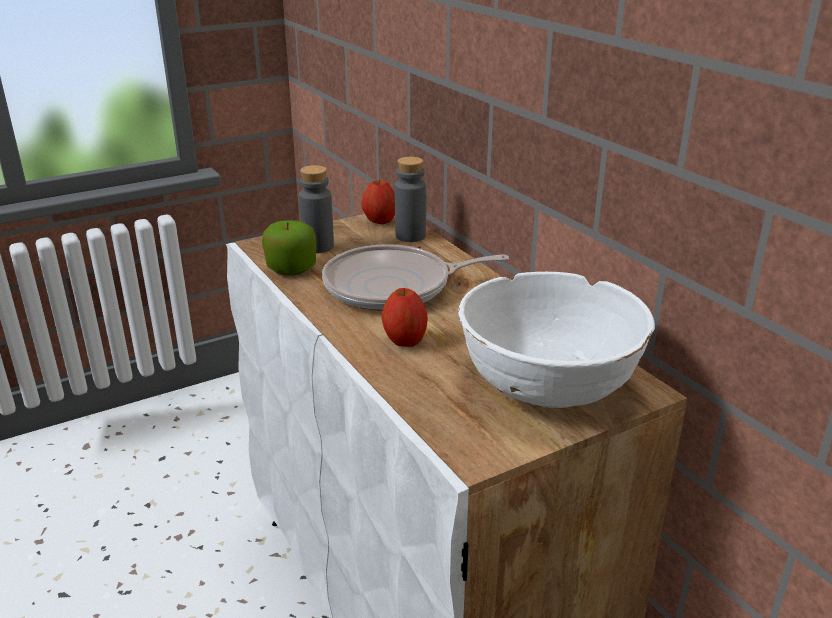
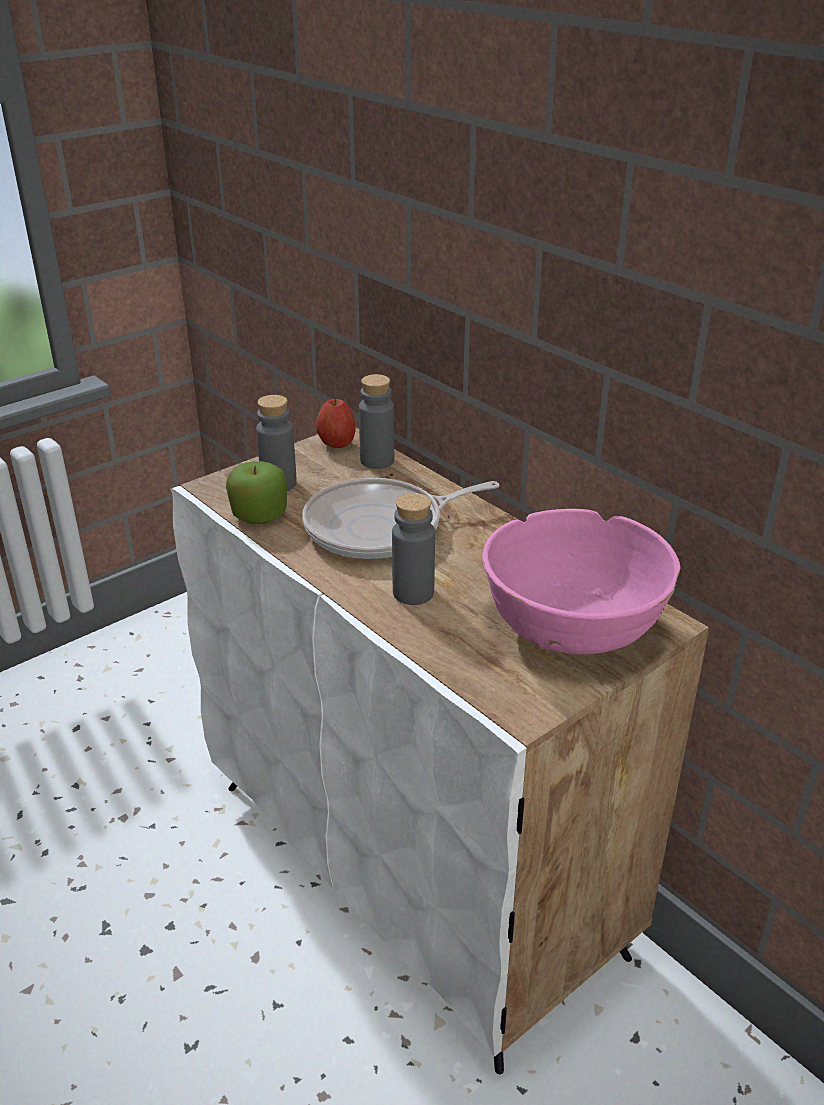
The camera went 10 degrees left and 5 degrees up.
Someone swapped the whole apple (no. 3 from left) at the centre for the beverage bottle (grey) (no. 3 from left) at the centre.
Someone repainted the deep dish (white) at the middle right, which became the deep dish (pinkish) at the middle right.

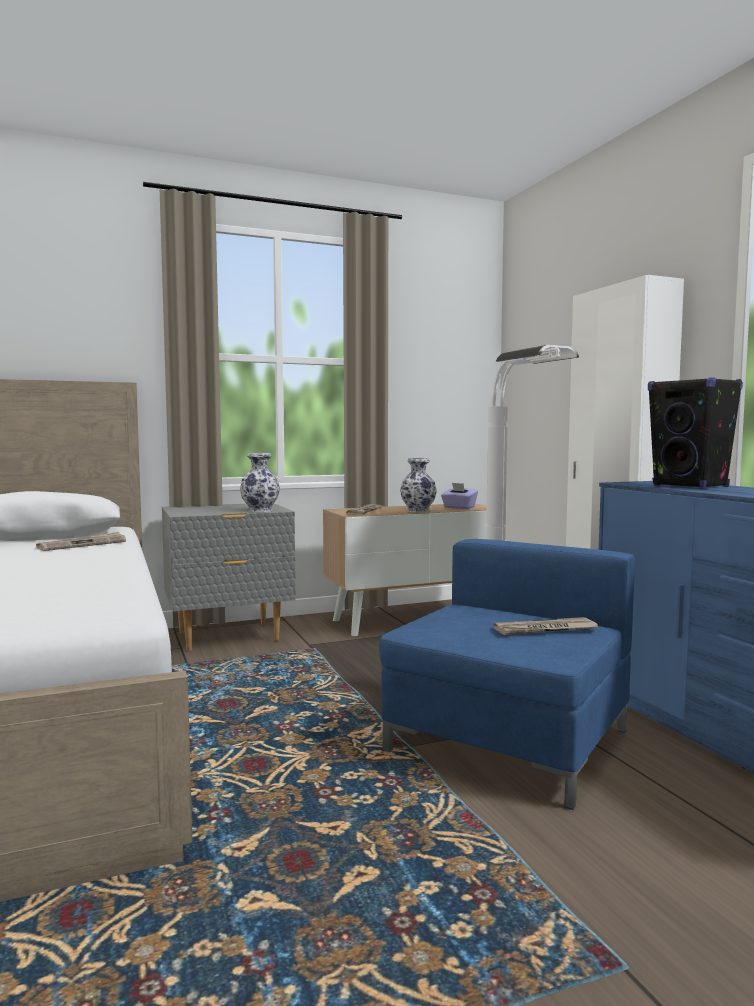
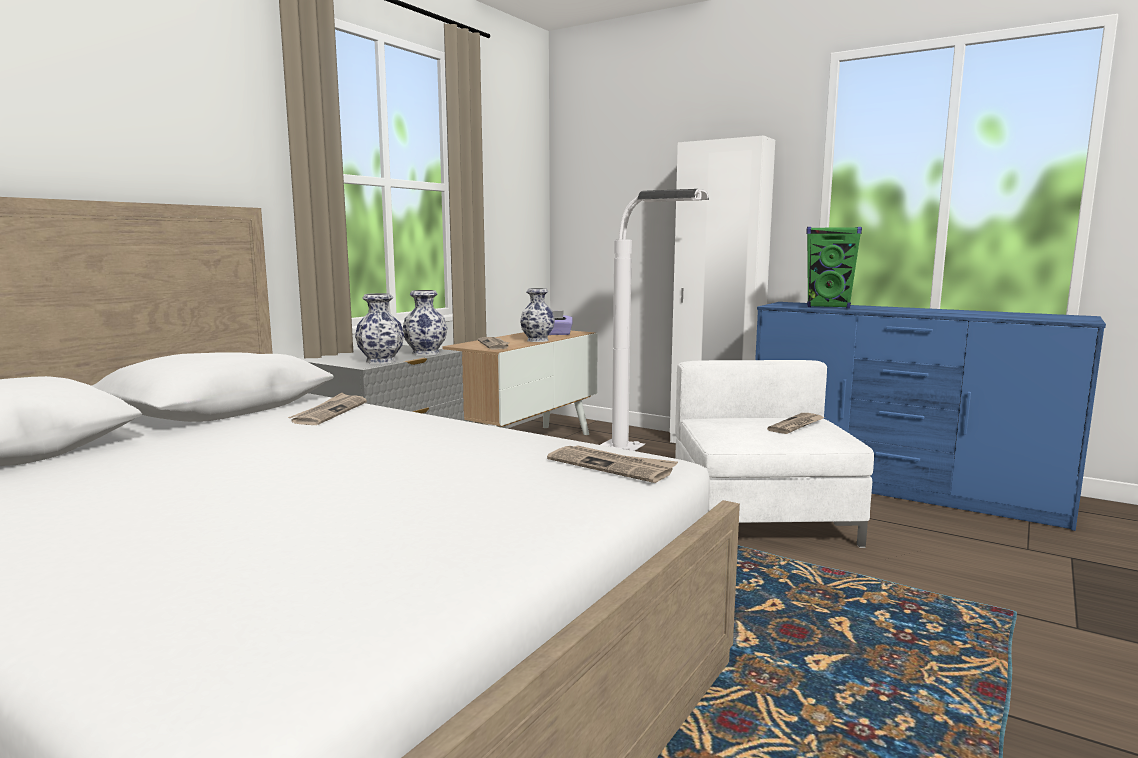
The camera went 35 degrees left and 5 degrees up.
Someone put down the vase (no. 1 from left) at the middle left.
Someone put down the printed paper (no. 3 from left) at the centre.
Someone repainted the easy chair (blue-coloured) at the bottom right, which became the easy chair (white) at the middle right.
Someone repainted the speaker (black-coloured) at the middle right, which became the speaker (green-coloured) at the middle right.

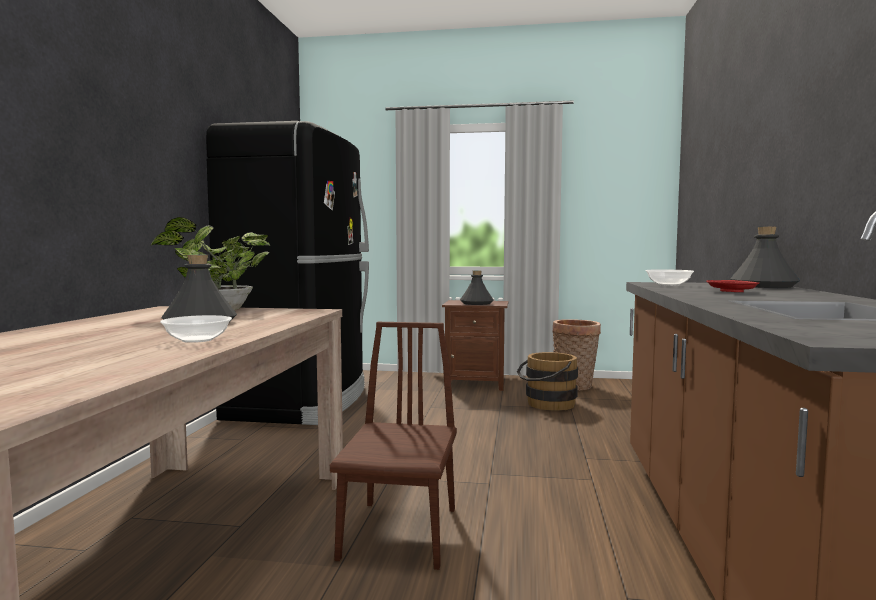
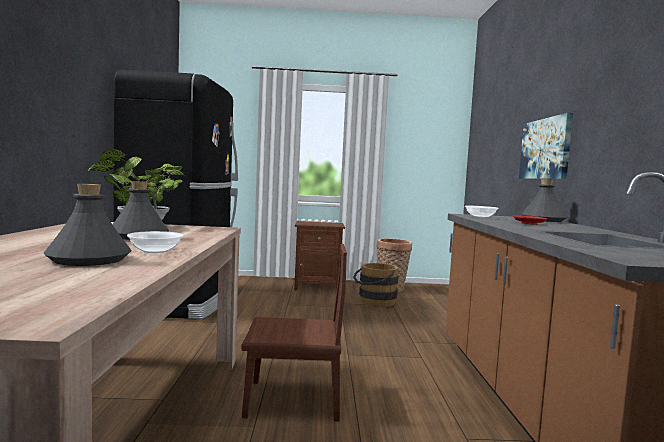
The camera went 10 degrees left and 0 degrees up.
Someone put up the wall art at the top right.
Someone carried the beverage bottle (grey) (no. 2 from left in the first image) from the centre to the middle left.
Someone rotated the upright chair (brownish) at the bottom centre by 90 degrees clockwise.

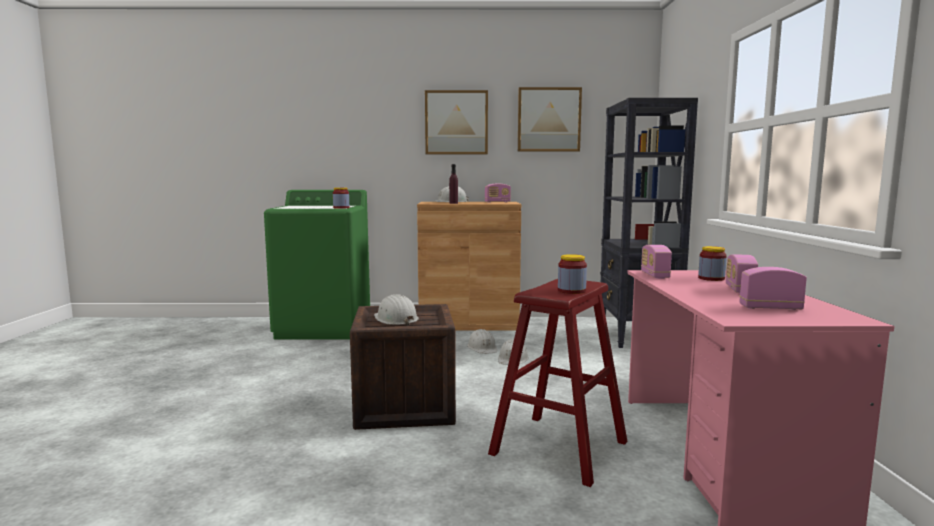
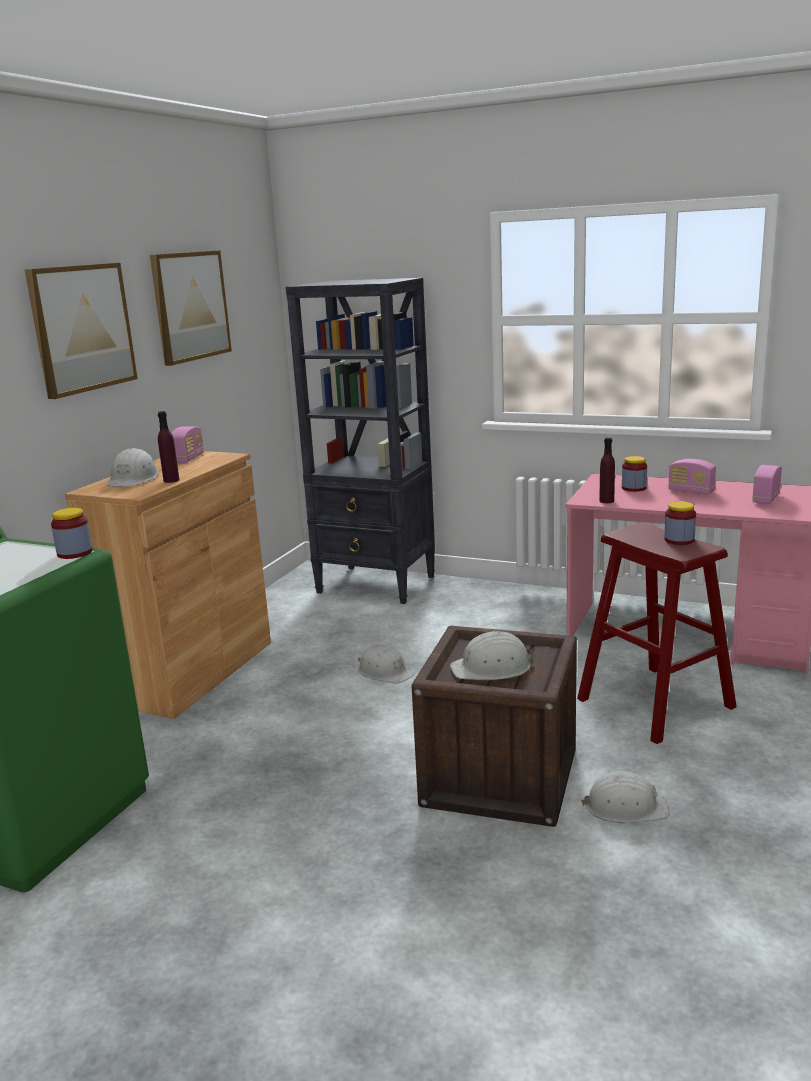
The camera went 65 degrees left and 10 degrees up.
Someone carried the hard hat (white) (no. 3 from left in the first image) from the centre to the bottom right.
Someone swapped the radio (no. 2 from left) at the middle right for the beverage bottle (purple) (no. 2 from left) at the middle right.

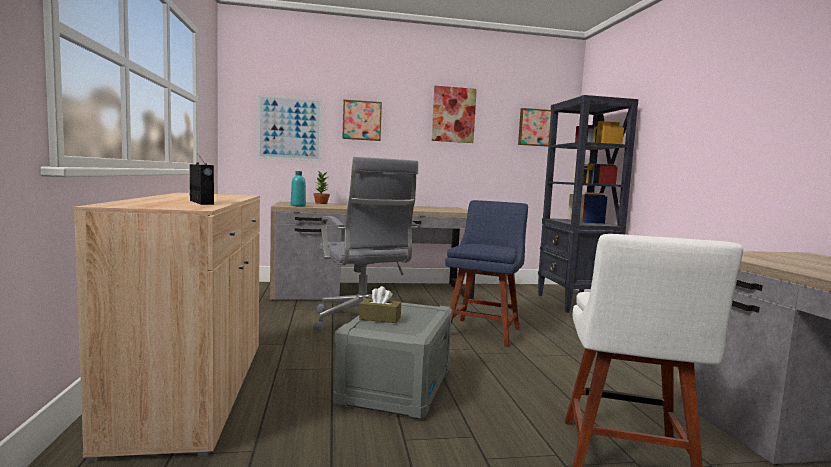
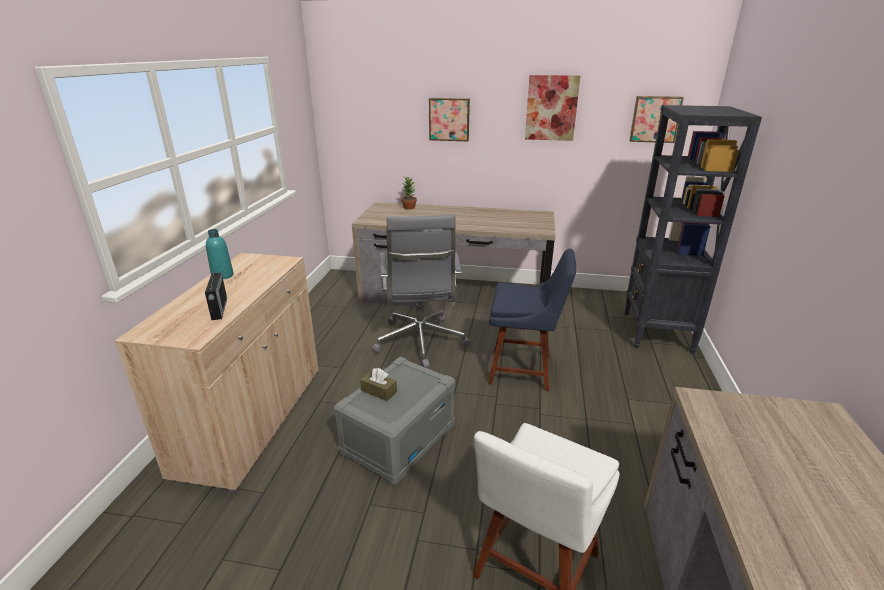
The camera went 20 degrees right and 20 degrees up.
Someone took away the wall art (no. 1 from left) at the top centre.
Someone carried the beverage bottle (blue-green) from the centre to the middle left.
Someone rotated the upright chair (blue-coloured) at the centre by 60 degrees clockwise.

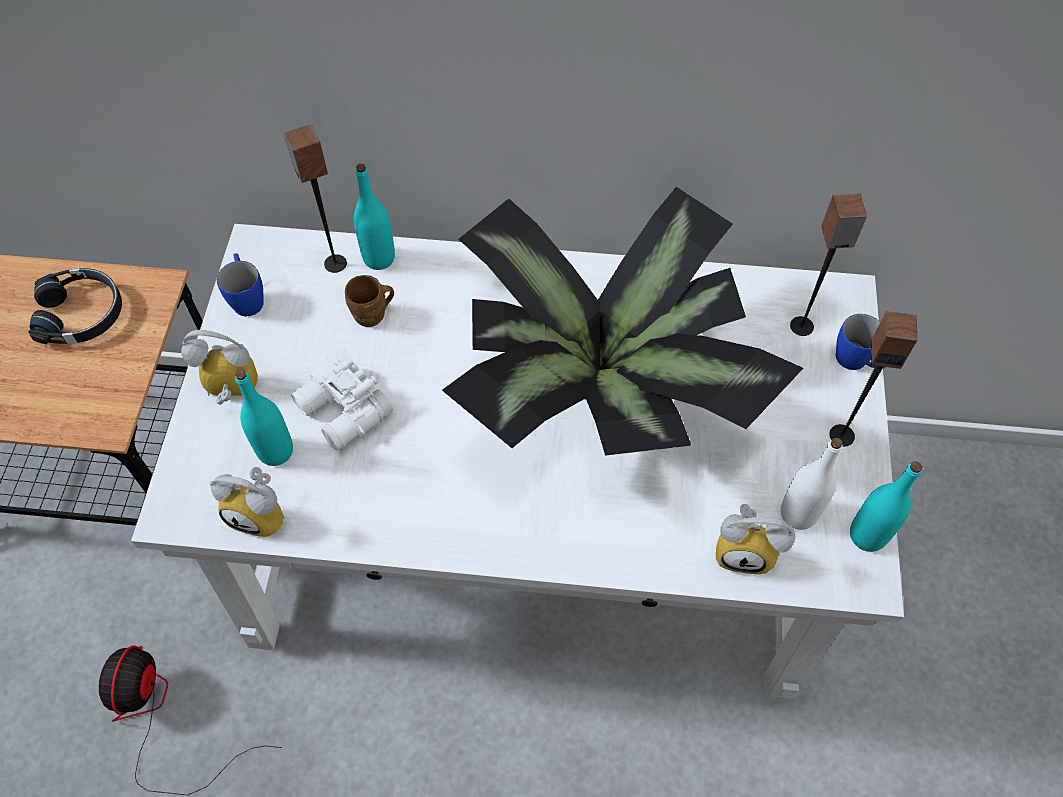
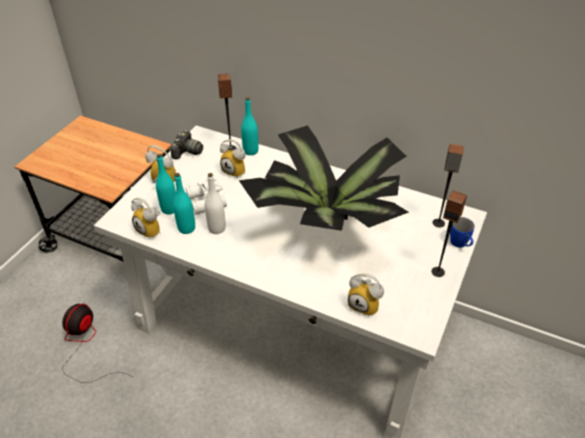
The camera went 20 degrees right and 15 degrees down.
Someone took away the headphones (black-coloured) at the middle left.
Someone carried the beverage bottle (white) from the middle right to the centre.
Someone carried the beverage bottle (blue-green) (no. 3 from left in the first image) from the middle right to the middle left.
Someone swapped the coffee mug (blue-coloured) (no. 1 from left) at the middle left for the photo camera at the top left.
Someone swapped the coffee mug (brownish) at the centre for the table clock (no. 3 from left) at the centre.

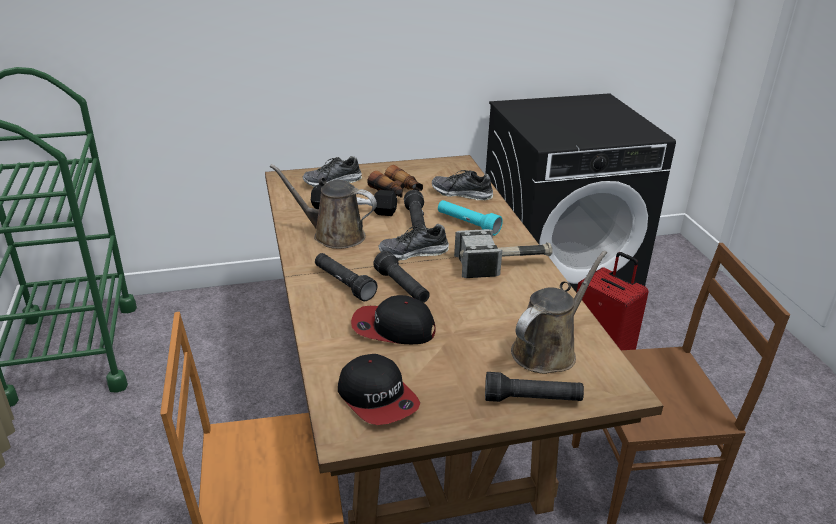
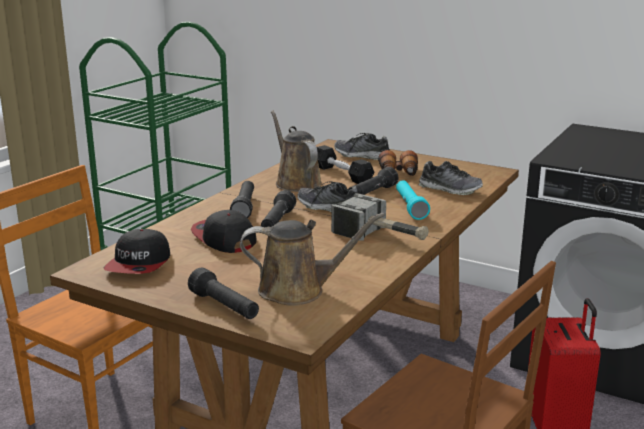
The camera went 45 degrees right and 10 degrees down.
Someone rotated the shoe (no. 3 from left) at the centre by 150 degrees clockwise.

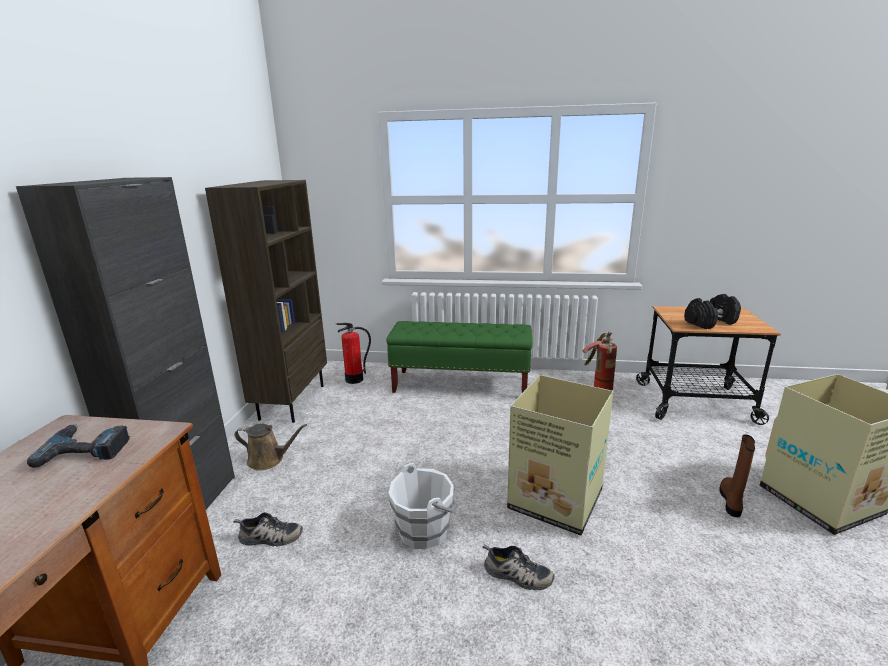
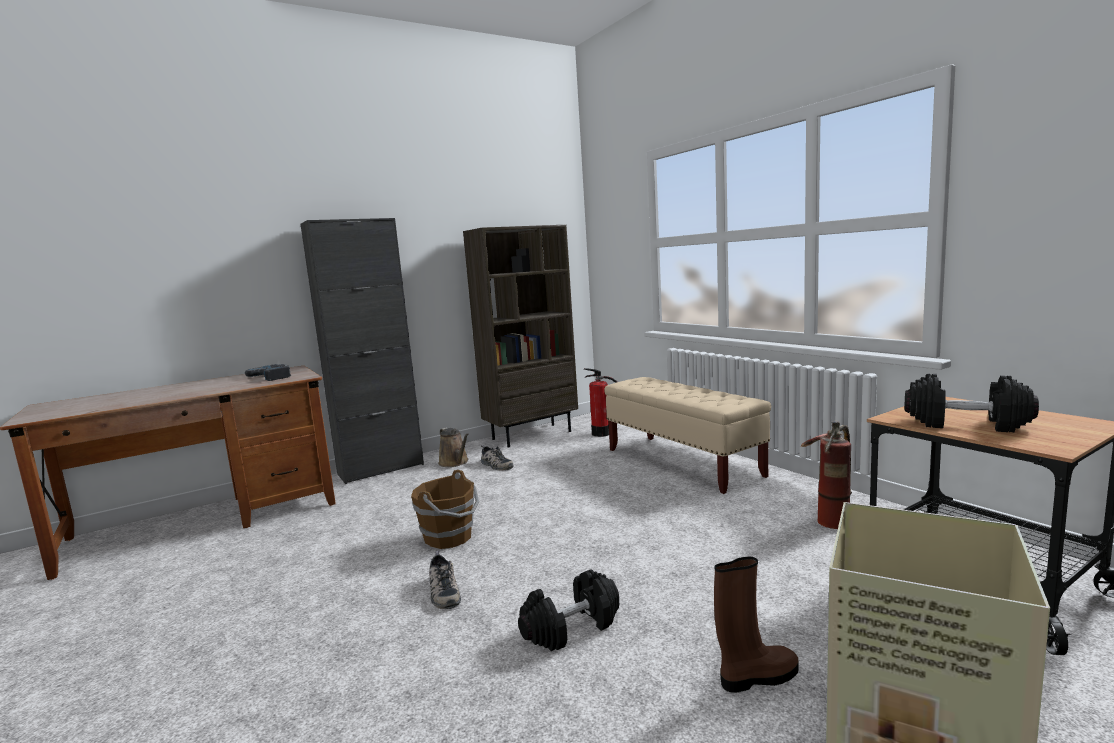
The camera went 50 degrees right and 10 degrees down.
Someone took away the packing box (no. 1 from left) at the bottom centre.
Someone put down the hand weight (black-coloured) (no. 1 from left) at the bottom centre.
Someone carried the shoe (no. 1 from left in the first image) from the bottom left to the centre.
Someone repainted the long seat (green-coloured) at the centre, which became the long seat (sand-coloured) at the centre.
Someone repainted the bucket (white) at the bottom centre, which became the bucket (brownish) at the bottom centre.

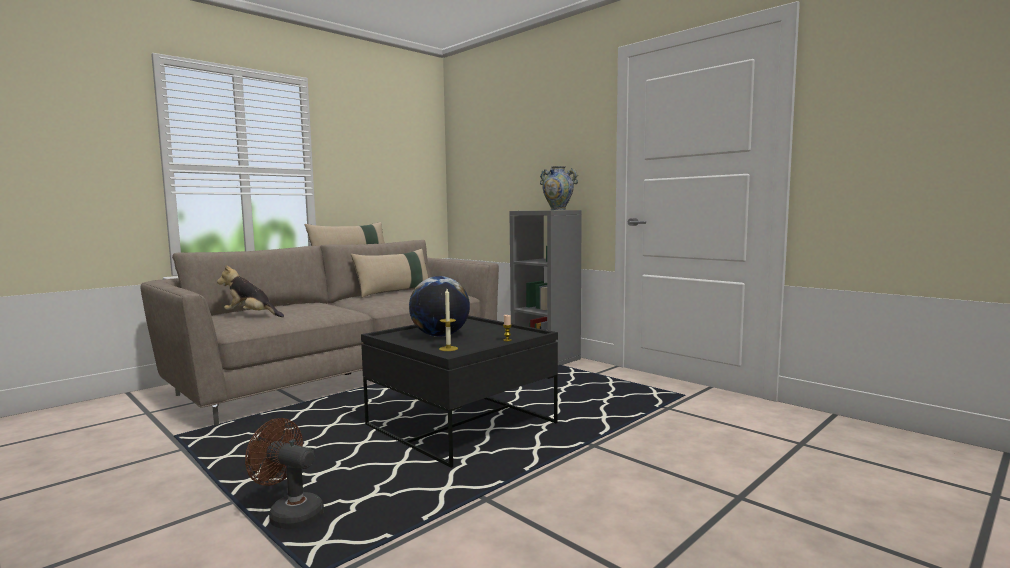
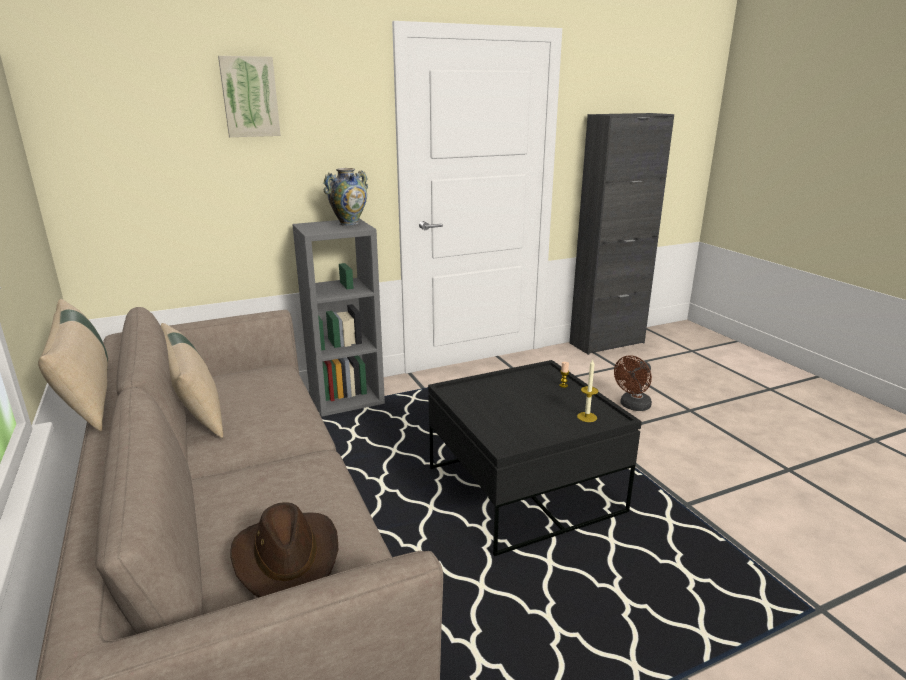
The camera went 70 degrees left and 15 degrees up.
Someone took away the world globe at the centre.
Someone put up the wall art at the top left.
Someone put down the cabinet (black-coloured) at the middle right.
Someone carried the fan (brownish) from the bottom left to the middle right.
Someone swapped the plush toy at the middle left for the wearable hat (brownish) at the bottom left.

